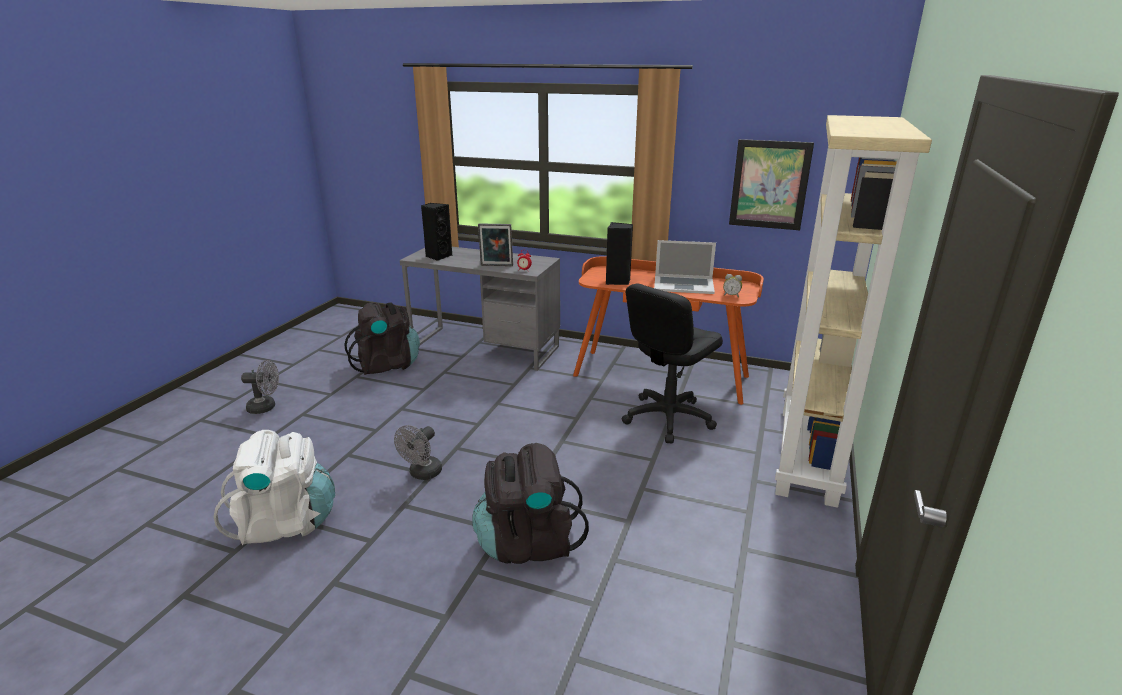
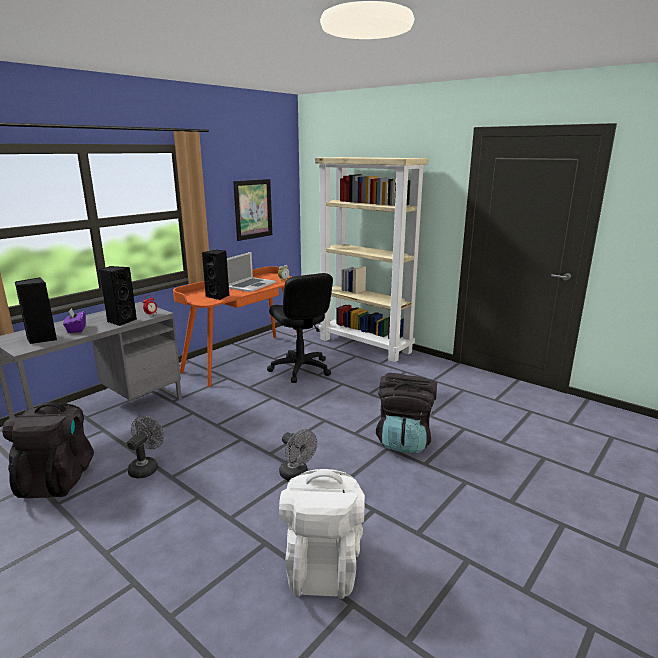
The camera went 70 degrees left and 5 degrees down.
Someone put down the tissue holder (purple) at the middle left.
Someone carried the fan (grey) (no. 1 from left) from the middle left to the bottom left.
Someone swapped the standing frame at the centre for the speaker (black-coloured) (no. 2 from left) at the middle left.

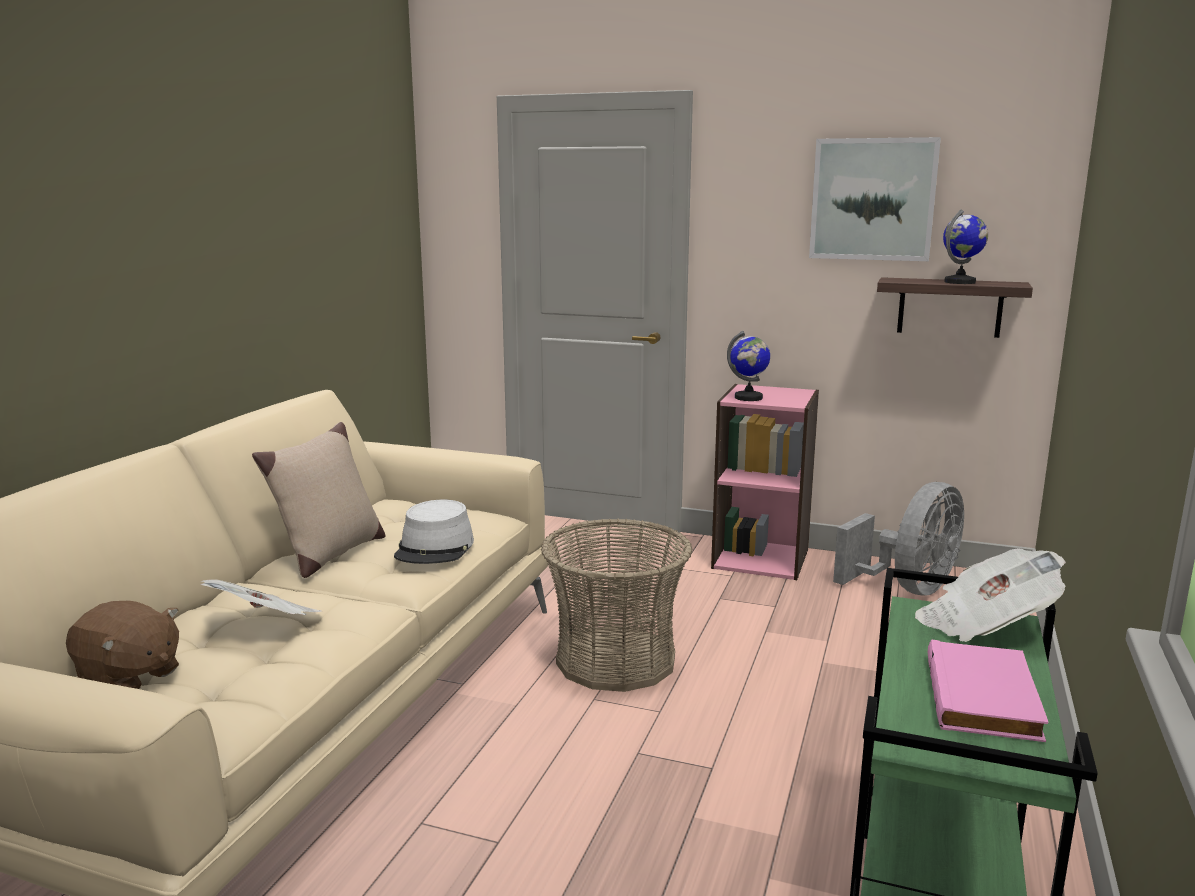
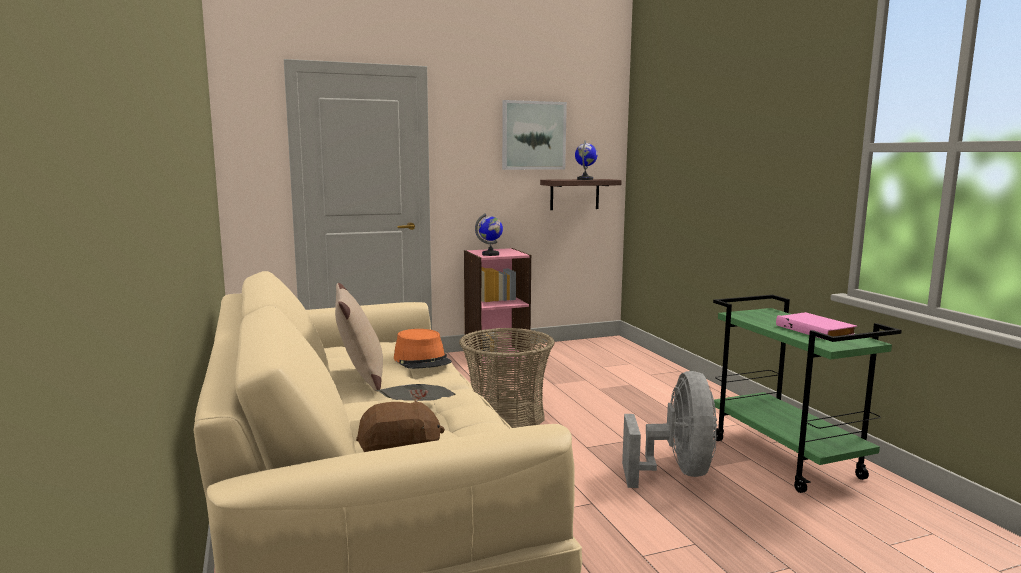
The camera went 40 degrees left and 5 degrees down.
Someone took away the printed paper (no. 2 from left) at the middle right.
Someone carried the fan (grey) from the middle right to the bottom centre.
Someone repainted the wearable hat (grey) at the centre, which became the wearable hat (orangey) at the centre.

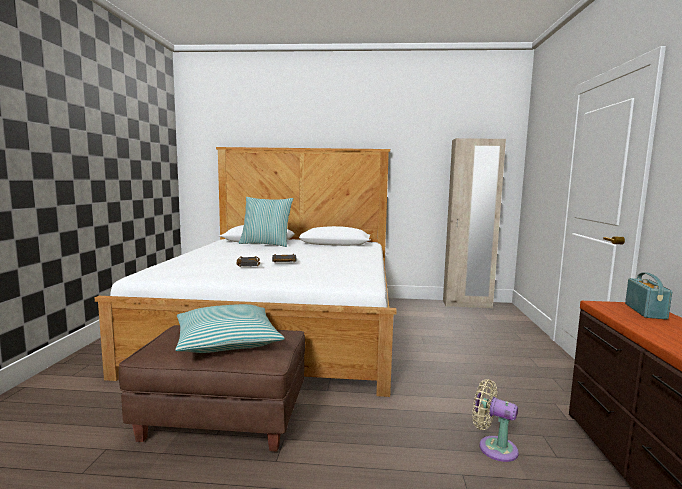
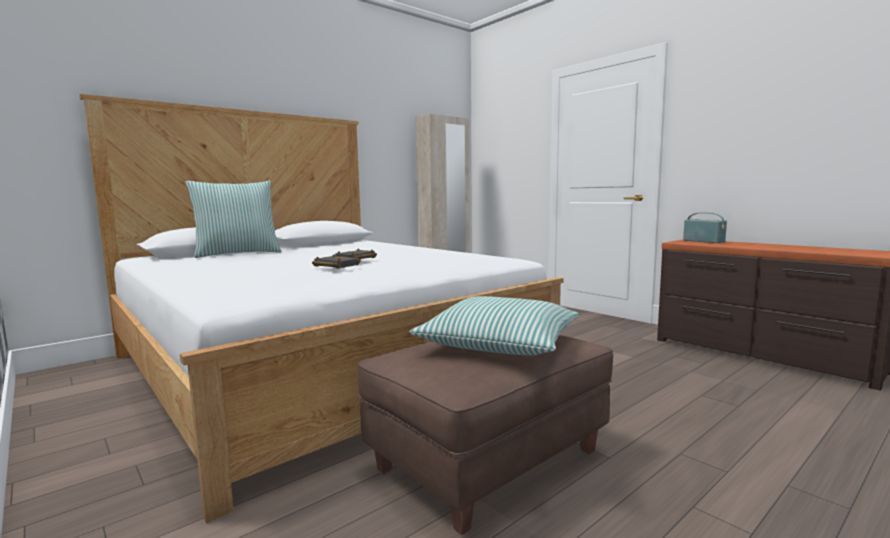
The camera went 45 degrees left and 0 degrees up.
Someone took away the fan (sand-coloured) at the bottom right.

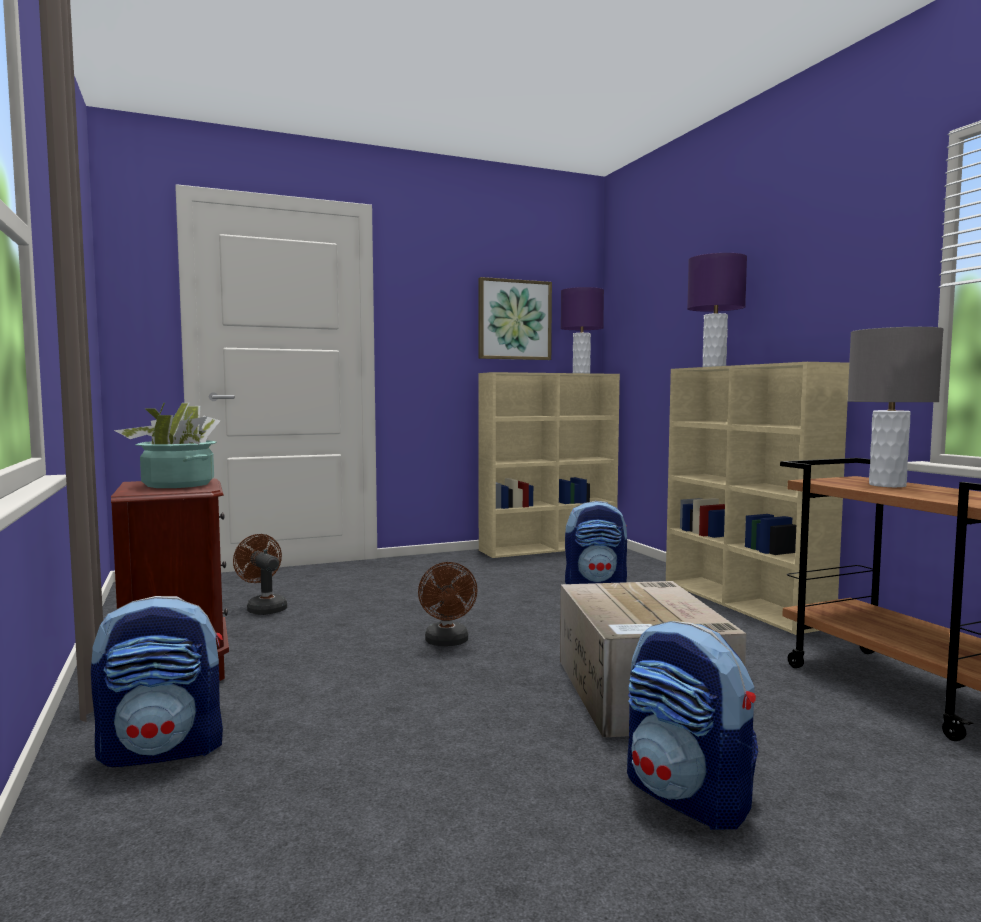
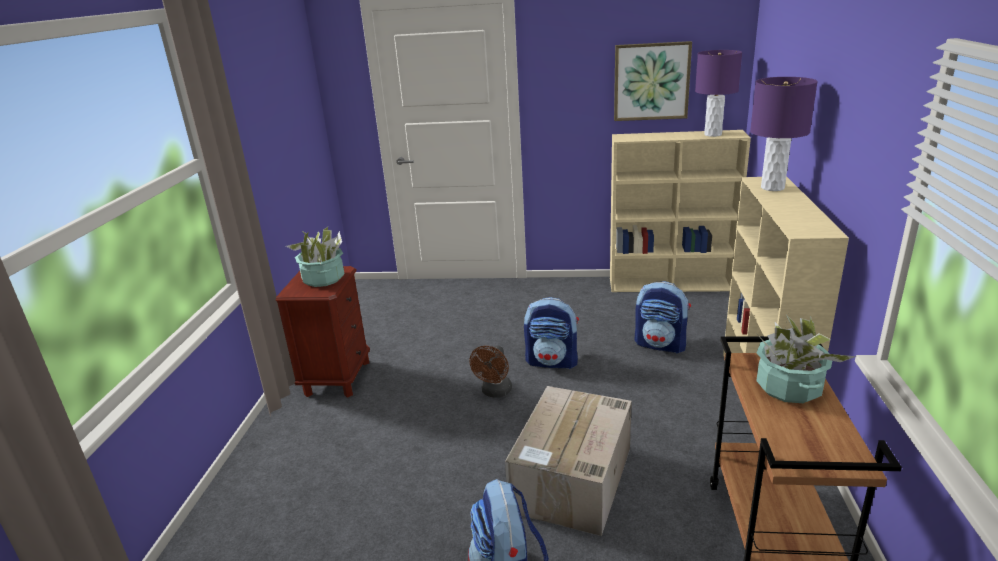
The camera went 30 degrees right and 20 degrees up.
Someone took away the fan (brownish) (no. 1 from left) at the middle left.
Someone carried the backpack (no. 1 from left in the first image) from the bottom left to the centre.
Someone swapped the lamp for a table (grey) at the middle right for the houseplant (no. 2 from left) at the middle right.

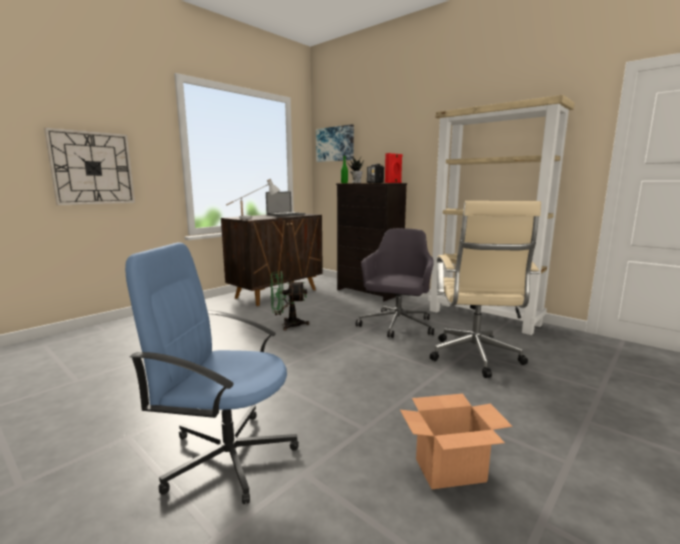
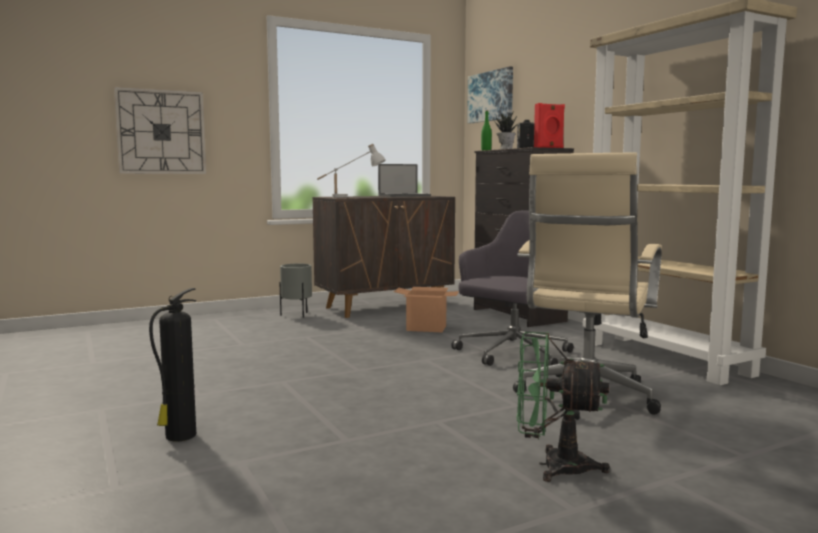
The camera went 20 degrees right and 5 degrees down.
Someone put down the planter (grey) at the centre.
Someone carried the fan (green-coloured) from the centre to the bottom right.
Someone carried the packing box from the bottom right to the centre.
Someone swapped the computer chair (blue-coloured) at the bottom left for the fire-fighting cylinder at the bottom left.

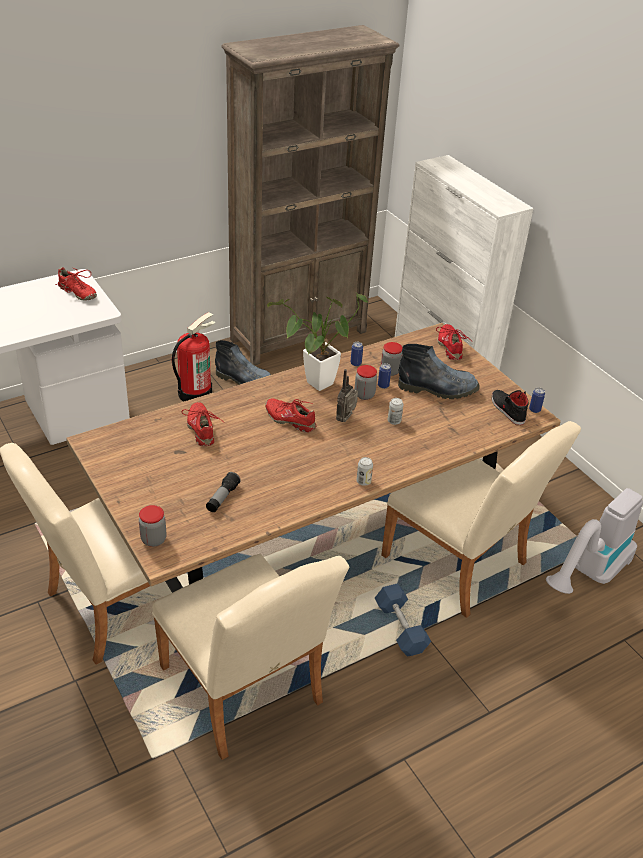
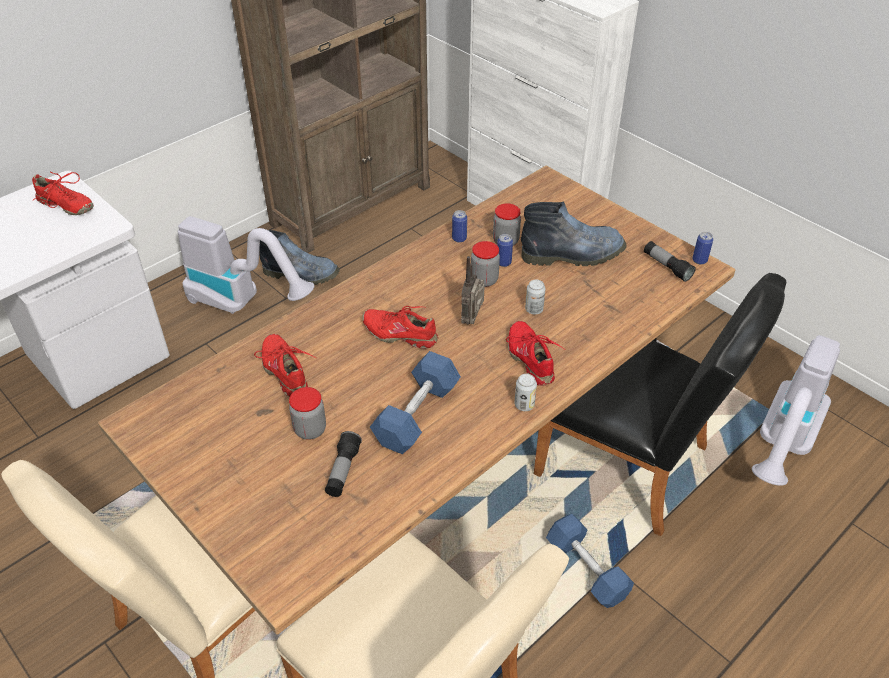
The camera went 10 degrees left and 5 degrees up.
Someone took away the houseplant at the centre.
Someone put down the hand weight (blue-coloured) (no. 1 from left) at the centre.
Someone carried the preserve jar (no. 1 from left) from the middle left to the centre.
Someone carried the shoe (reddish) (no. 4 from left) from the middle right to the centre.
Someone swapped the fire-fighting cylinder at the middle left for the vacuum (no. 1 from left) at the middle left.
Someone swapped the shoe (black-coloured) at the middle right for the flashlight (no. 2 from left) at the middle right.
Someone repainted the upright chair (sand-coloured) (no. 3 from left) at the middle right, which became the upright chair (black-coloured) at the middle right.

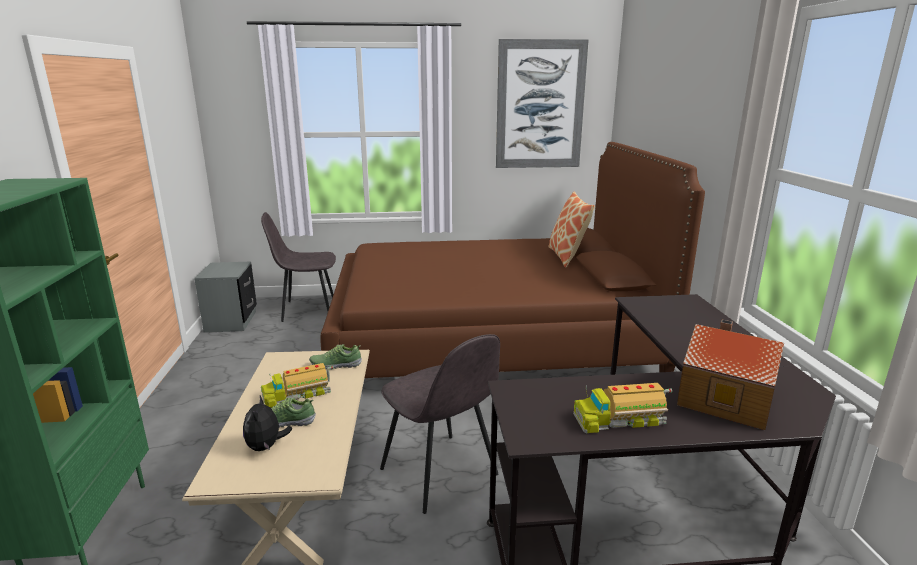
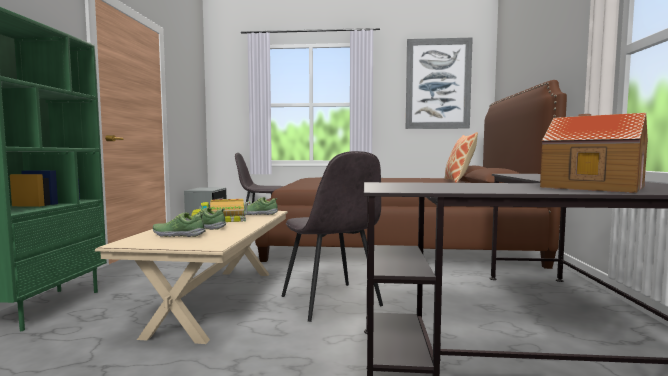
The camera went 10 degrees right and 15 degrees down.
Someone took away the toy truck (no. 2 from left) at the bottom right.
Someone swapped the plush toy at the bottom left for the shoe (no. 1 from left) at the middle left.

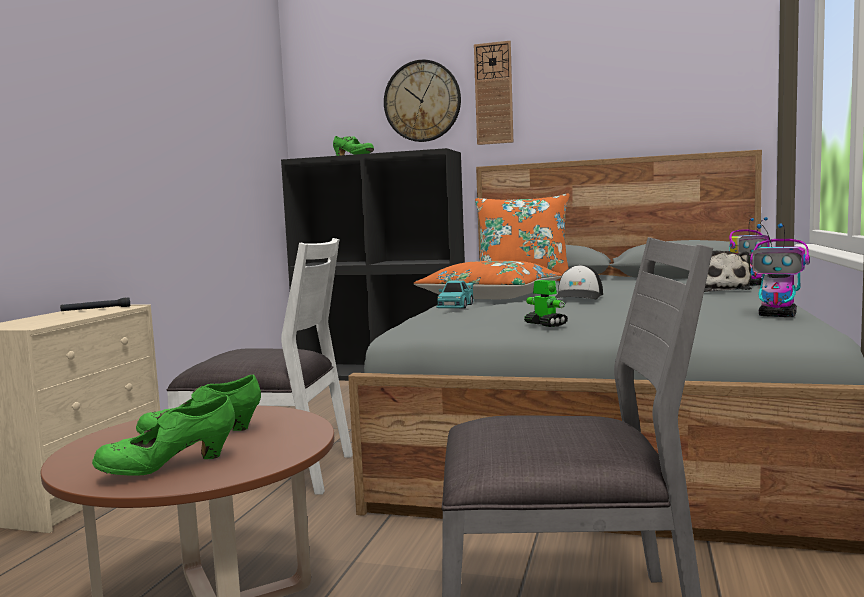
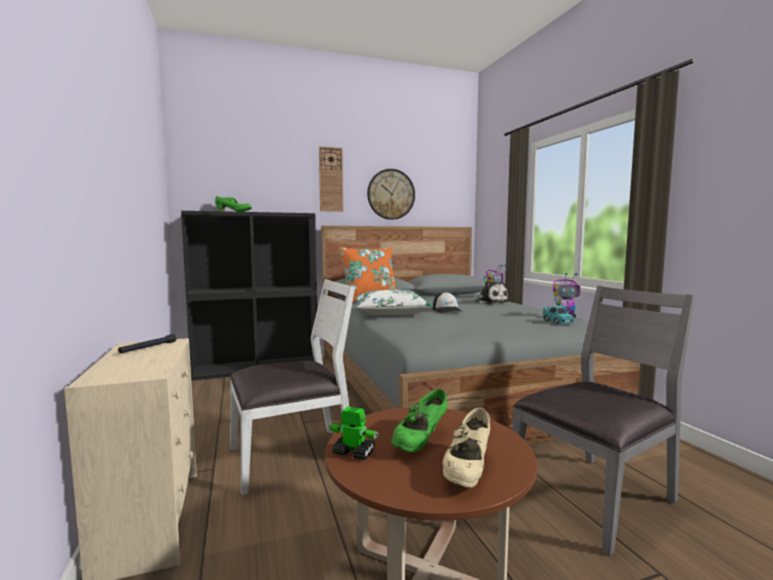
The camera went 35 degrees left and 0 degrees up.
Someone carried the hanging clock (no. 1 from left in the first image) from the top centre to the centre.
Someone carried the model car (blue-green) from the centre to the middle right.
Someone carried the robot figure (no. 1 from left) from the centre to the bottom centre.
Someone repainted the shoe (green-coloured) (no. 1 from left) at the bottom left, which became the shoe (sand-coloured) at the bottom centre.
Someone repainted the pillow (orangey) (no. 1 from left) at the centre, which became the pillow (white) at the centre.

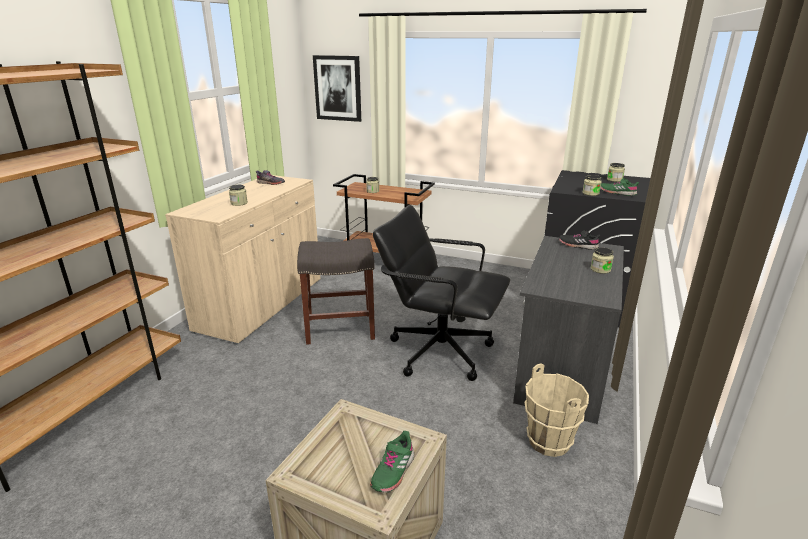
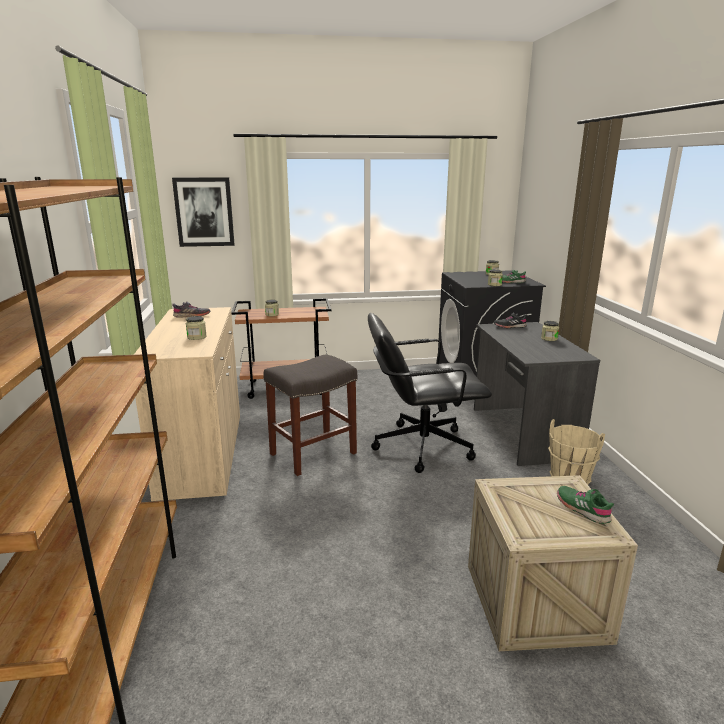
The camera went 30 degrees left and 5 degrees down.
Someone rotated the shoe (green-coloured) (no. 1 from left in the first image) at the bottom centre by 150 degrees clockwise.

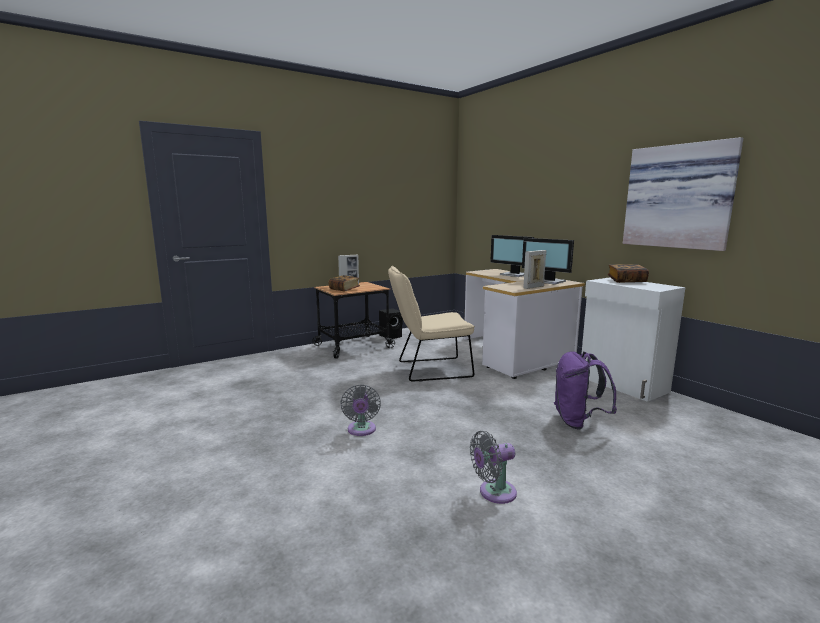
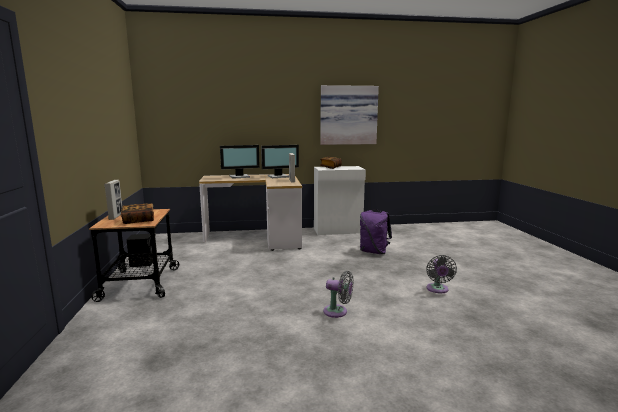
The camera went 65 degrees left and 0 degrees up.
Someone took away the upright chair (sand-coloured) at the centre.

